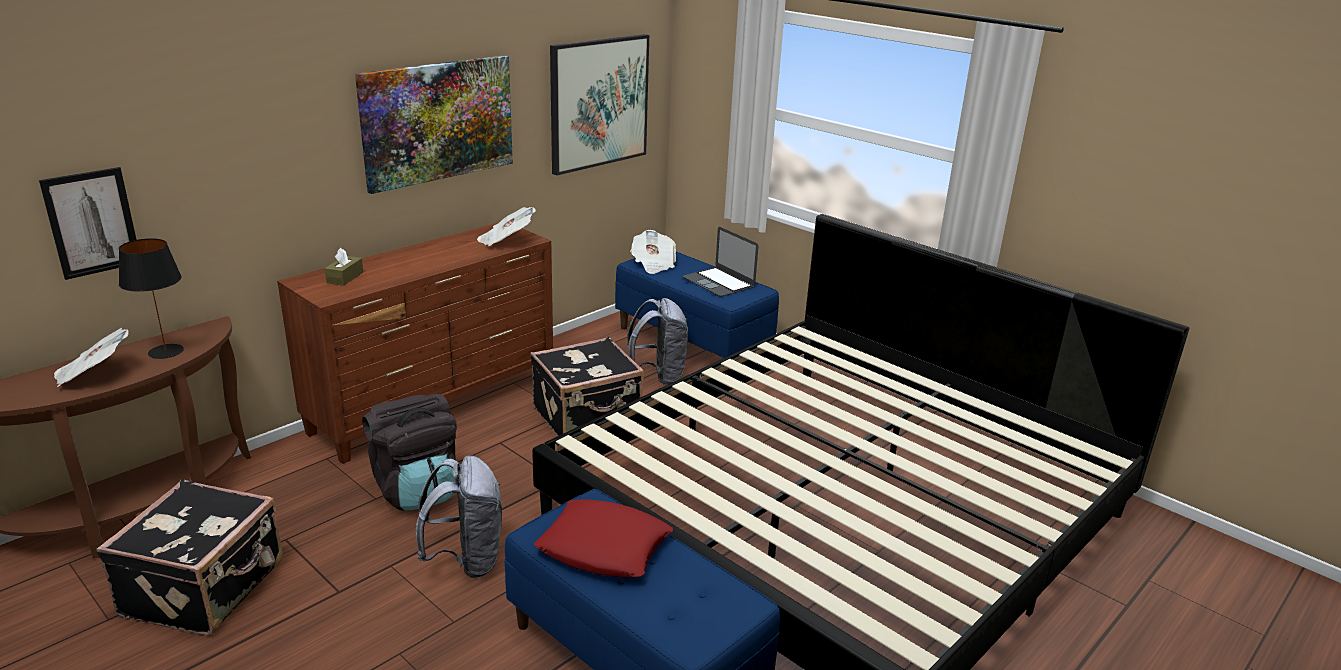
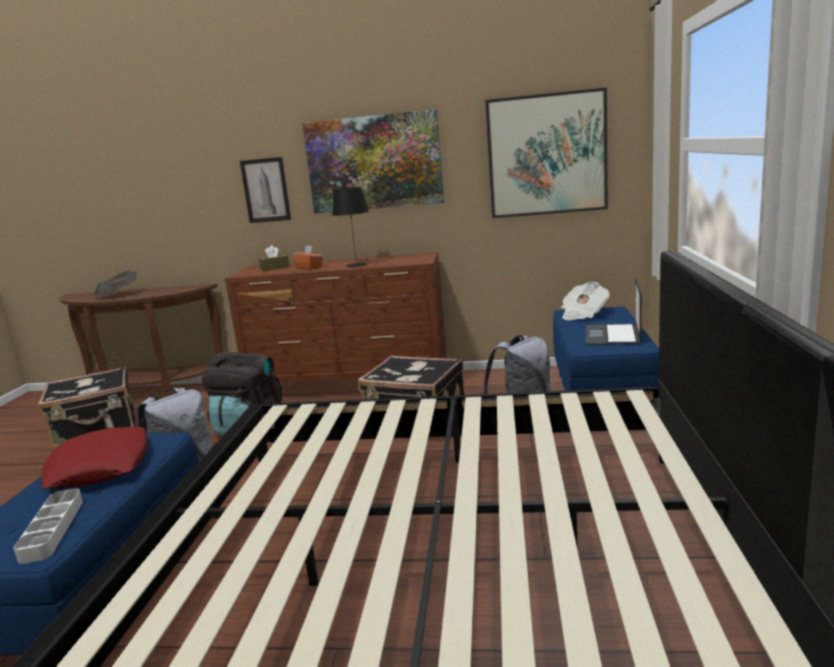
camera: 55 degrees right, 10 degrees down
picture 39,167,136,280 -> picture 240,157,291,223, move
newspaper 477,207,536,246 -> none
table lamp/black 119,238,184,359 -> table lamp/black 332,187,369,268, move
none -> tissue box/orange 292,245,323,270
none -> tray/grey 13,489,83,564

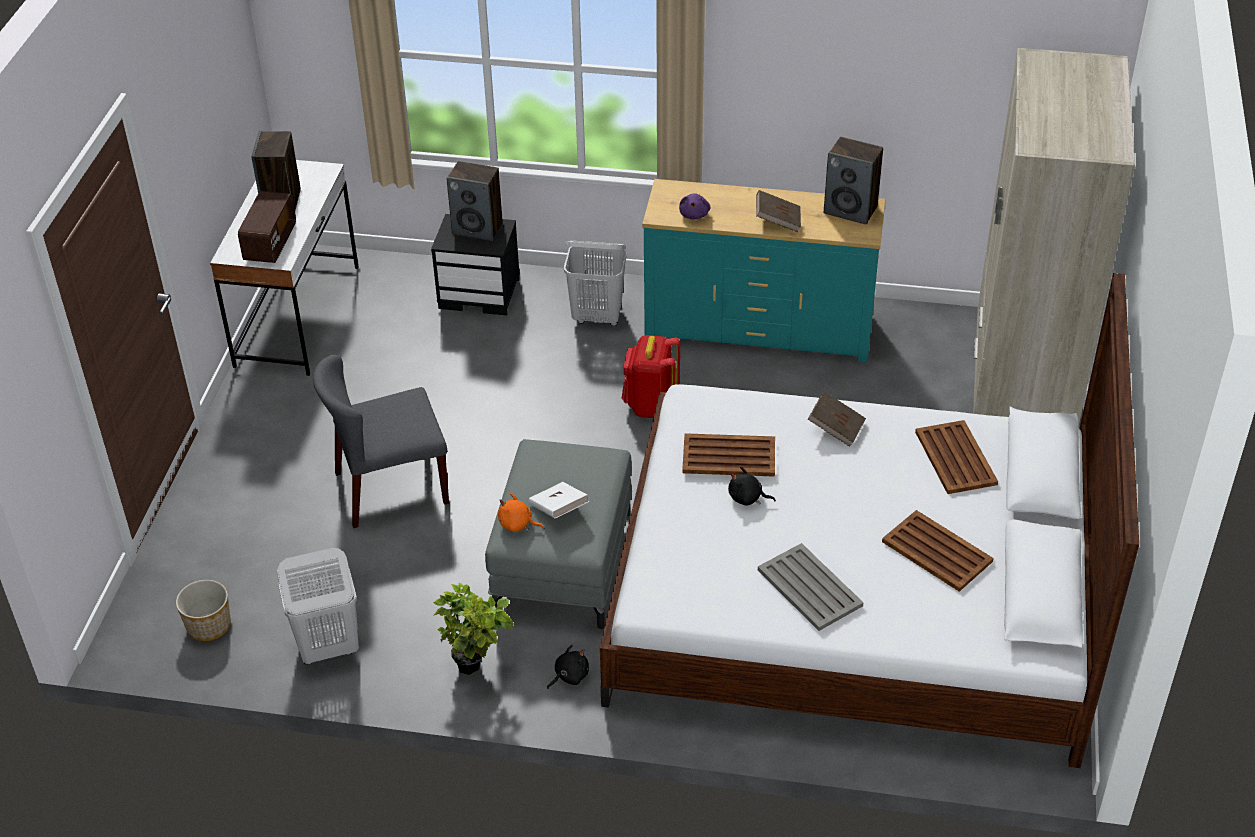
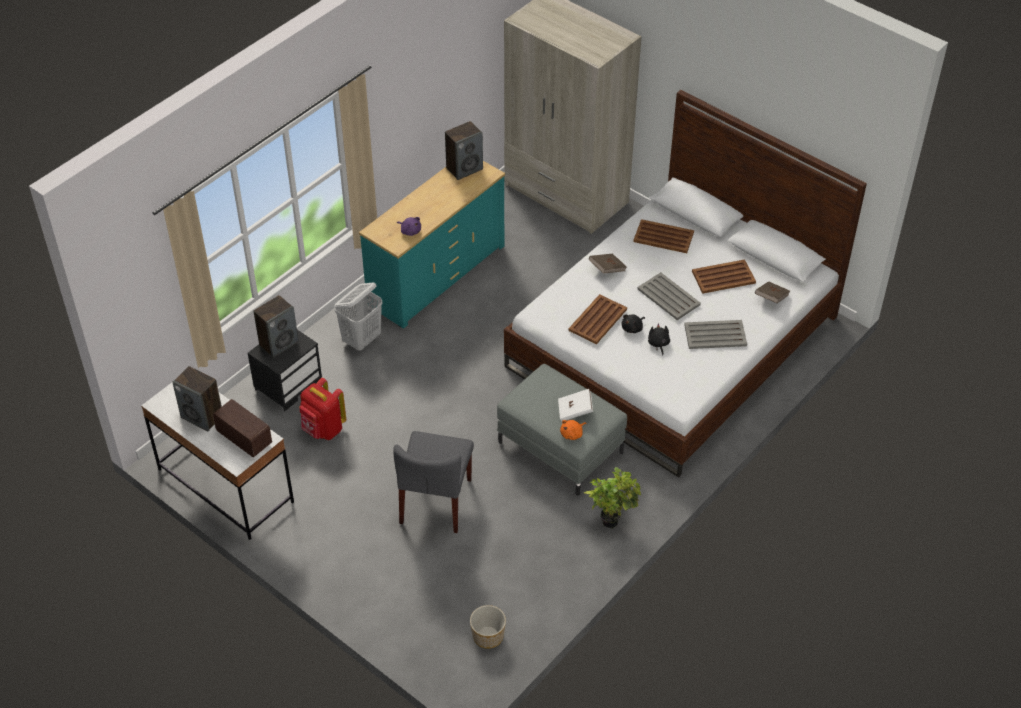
camera: 60 degrees left, 5 degrees up
book/brown 756,190,801,232 -> book/brown 755,281,790,303, move
backpack/red 622,335,680,418 -> backpack/red 299,378,346,440, move
laundry basket/white 277,548,359,665 -> none
plush toy/black 547,645,589,689 -> plush toy/black 648,324,670,356, move
none -> tray/grey 637,272,701,320

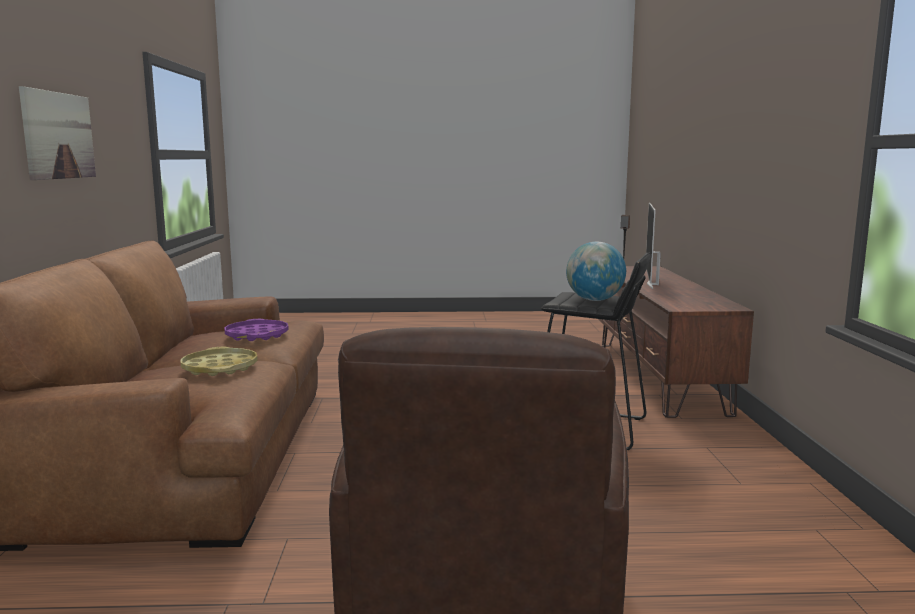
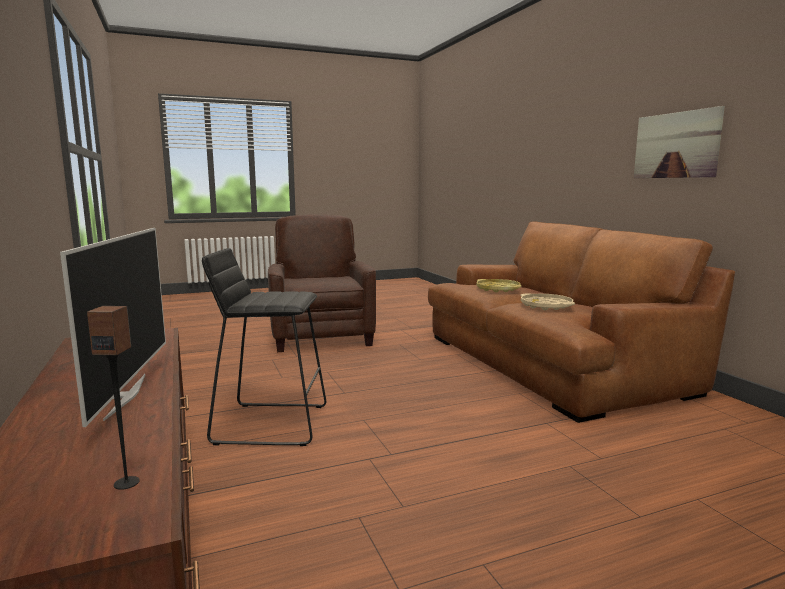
camera: 160 degrees right, 0 degrees up
globe 566,242,626,301 -> none
tray/purple 224,319,289,341 -> tray/beige 521,293,575,310

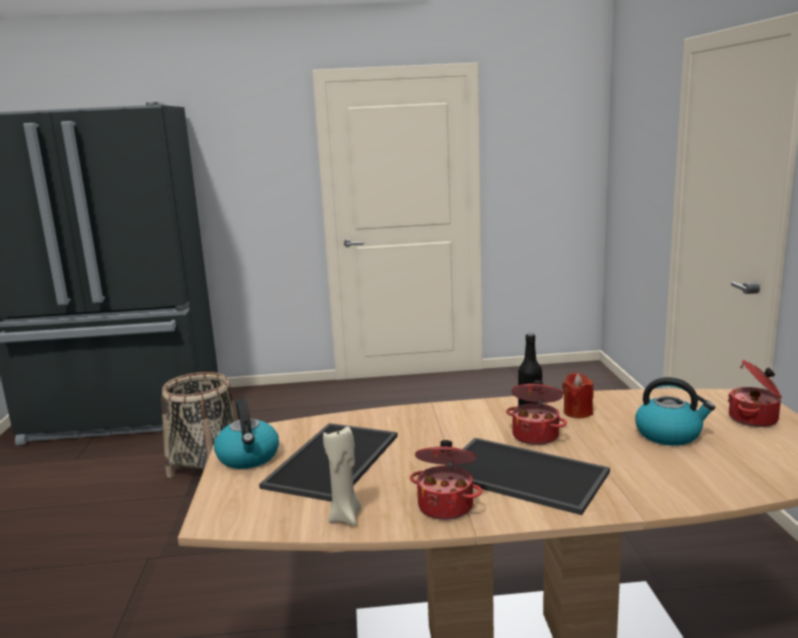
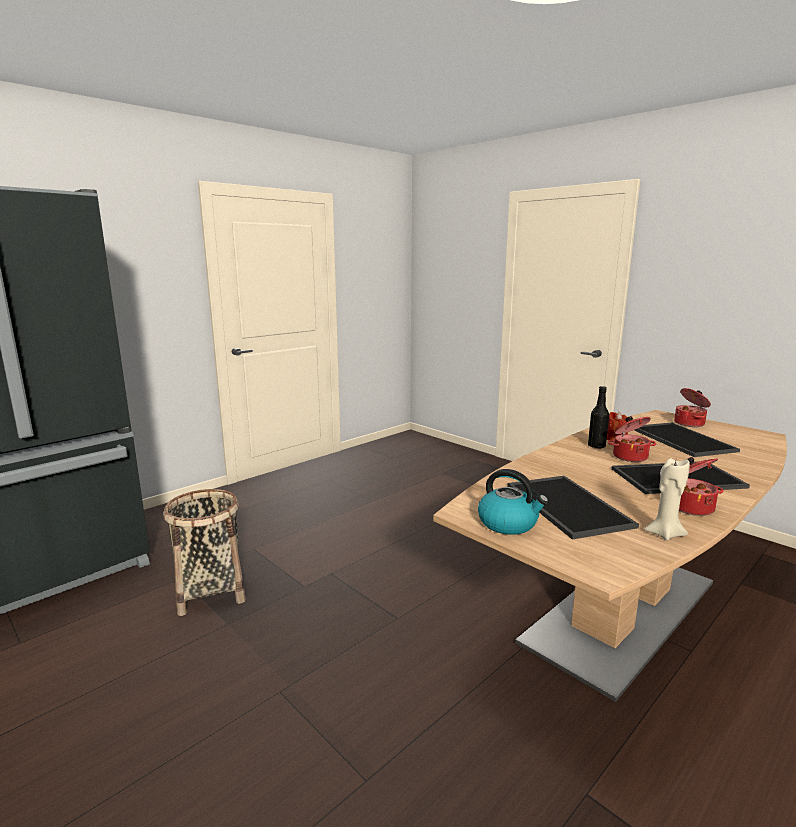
camera: 40 degrees left, 0 degrees up
kettle 635,377,715,446 -> tray 634,422,740,457

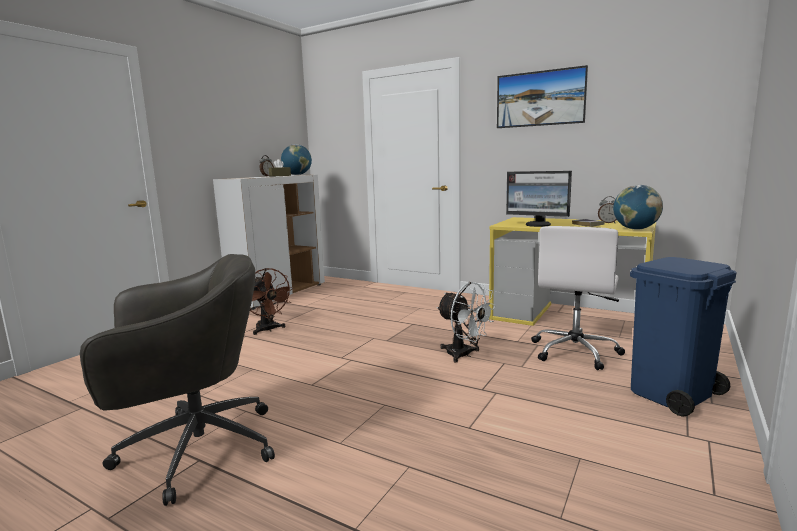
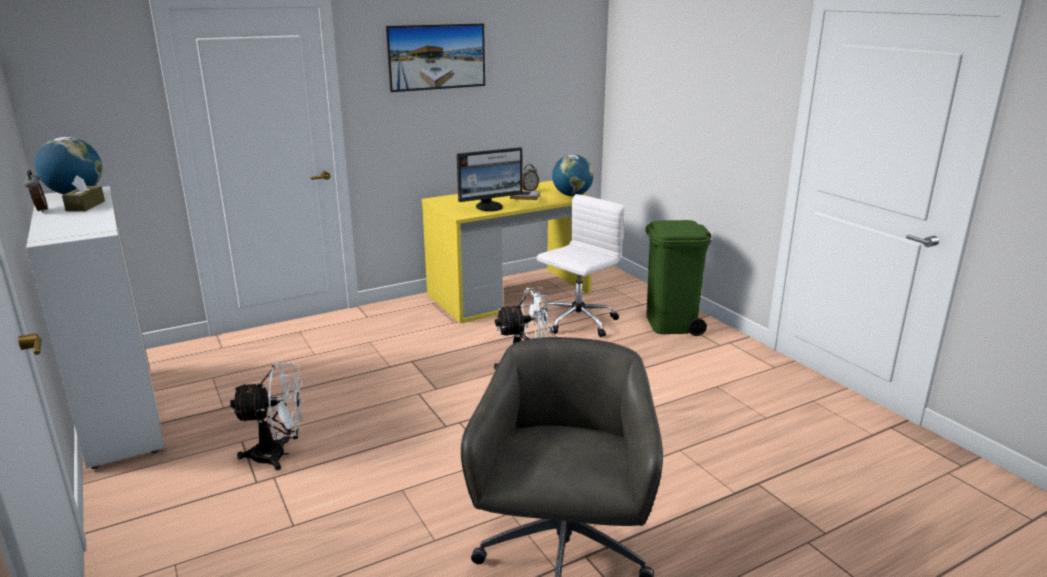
camera: 60 degrees left, 10 degrees up
office chair/white 531,226,625,370 -> office chair/white 537,194,625,337, 105 degrees counterclockwise
trash can/blue 630,257,737,417 -> trash can/green 645,220,712,336
fan/brown 250,268,294,335 -> fan/white 230,362,304,471

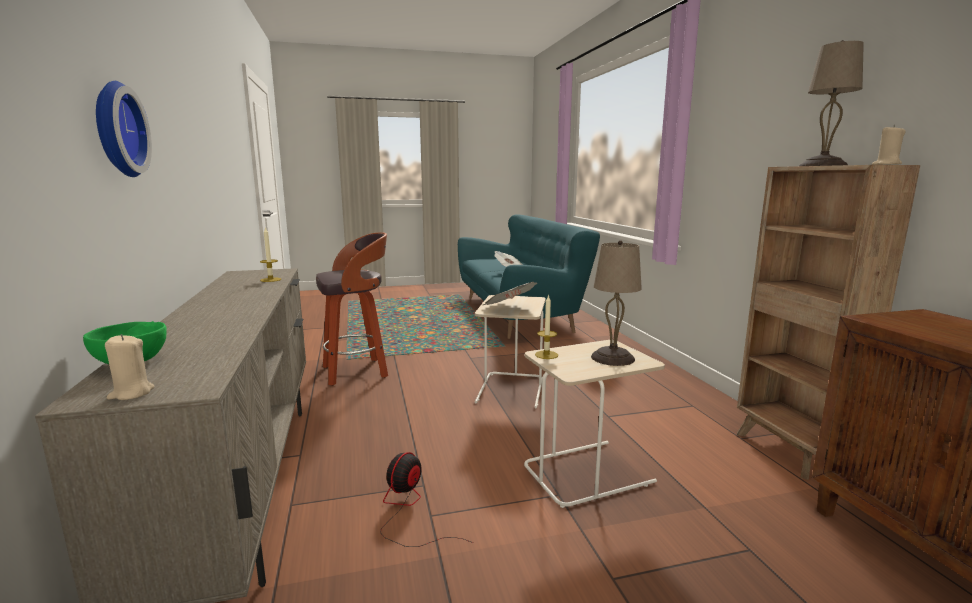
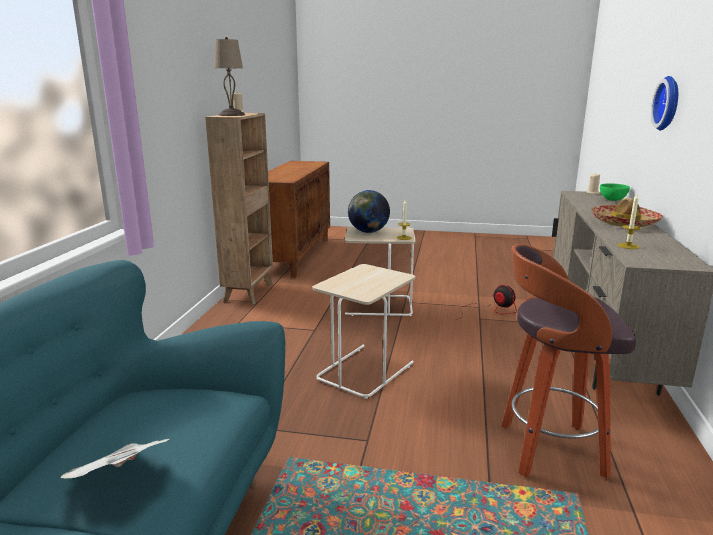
camera: 155 degrees left, 5 degrees up
table lamp/beige 591,240,642,366 -> globe 348,190,390,233
newspaper 483,282,537,305 -> none
fan 381,452,473,547 -> fan 456,285,517,320, 90 degrees counterclockwise
none -> hat 591,198,663,227

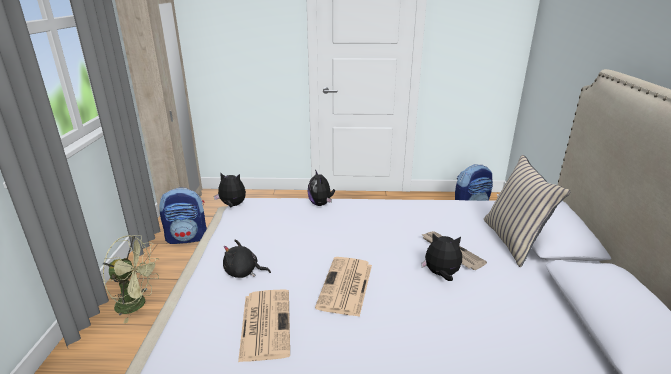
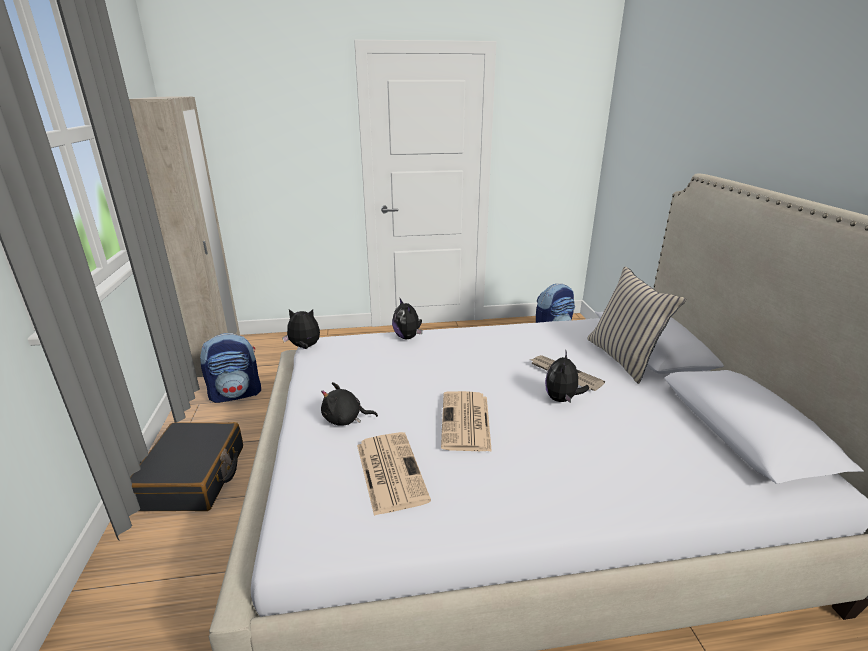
camera: 10 degrees left, 0 degrees up
plush toy 421,233,462,281 -> plush toy 545,352,589,403, 75 degrees counterclockwise
fan/green 103,235,160,324 -> suitcase/black 130,422,243,511

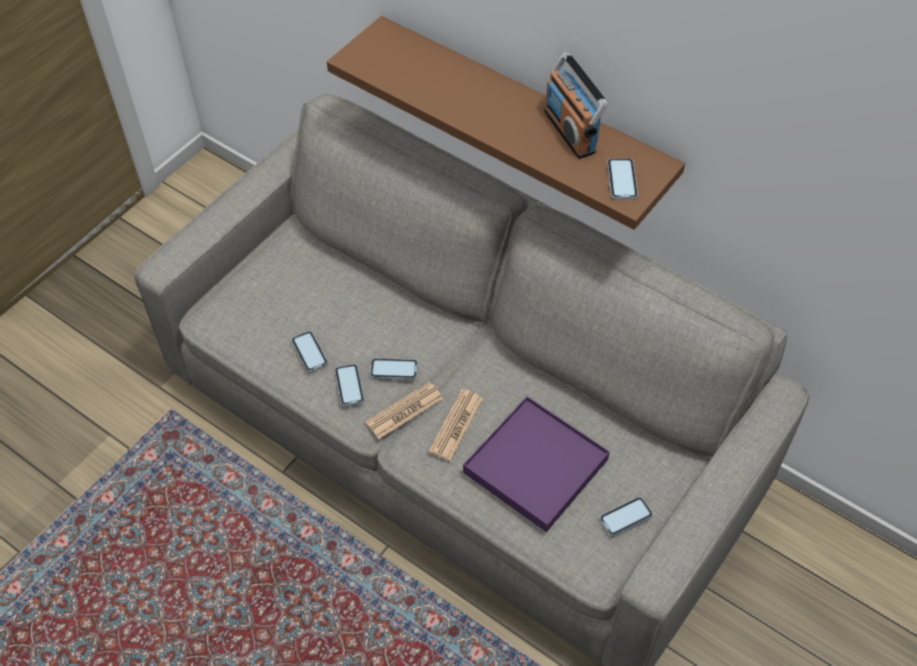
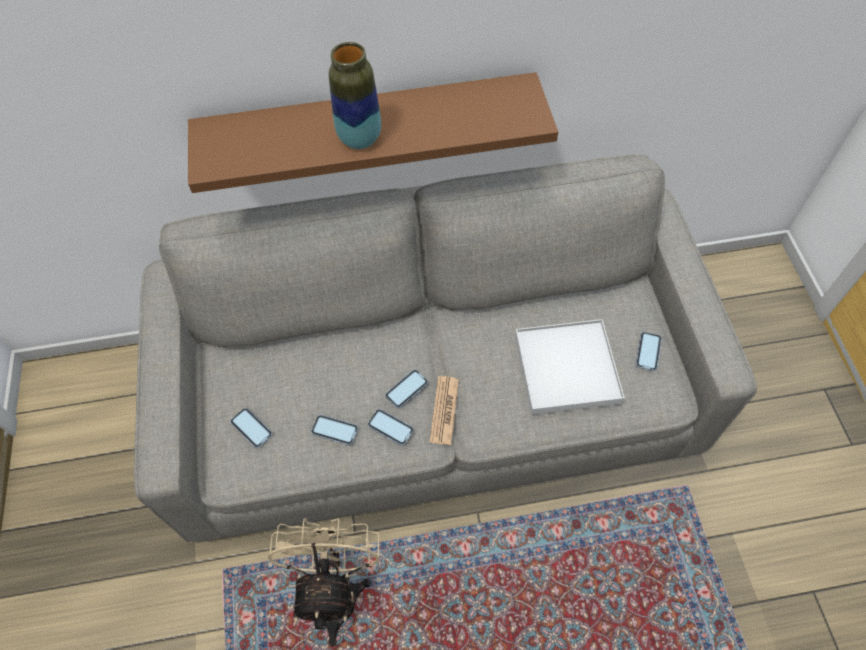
camera: 45 degrees left, 5 degrees up
radio 544,52,608,159 -> none
phone 607,158,638,199 -> phone 230,408,273,448, move
newspaper 429,389,483,461 -> none
tray/purple 463,396,610,532 -> tray/white 515,319,625,415
none -> vase 329,42,381,149
none -> fan/beige 268,518,379,647

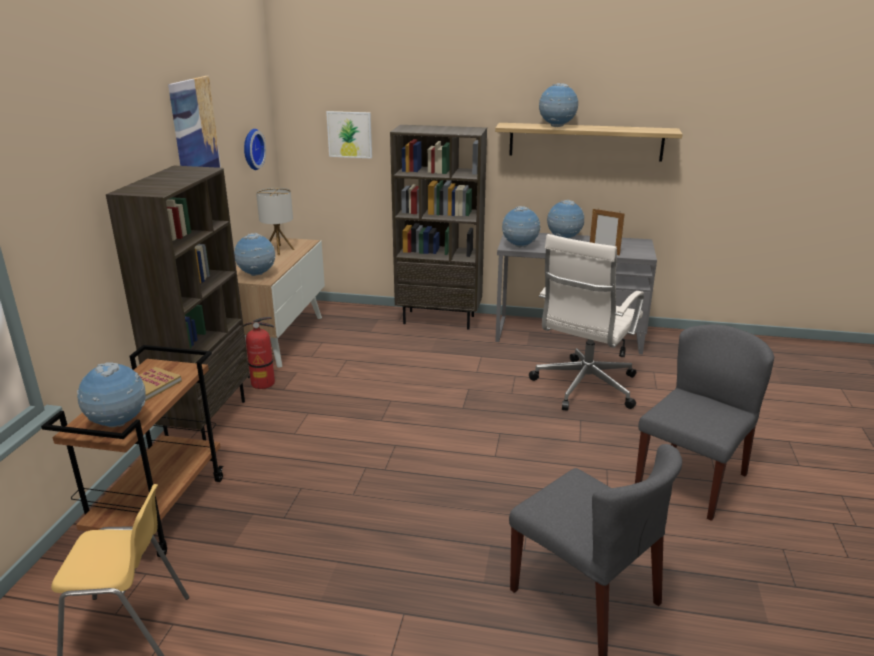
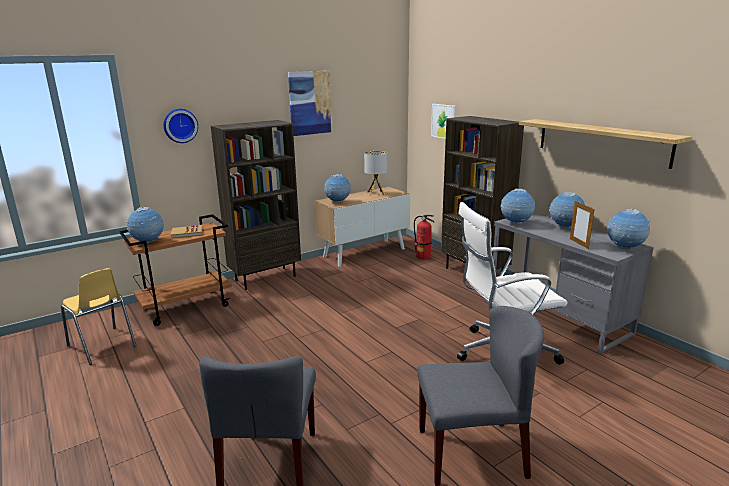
camera: 45 degrees right, 5 degrees down
globe 539,83,578,127 -> globe 607,209,650,249, move
wall clock 244,129,266,170 -> wall clock 164,109,198,143, move
fire extinguisher 243,317,275,389 -> fire extinguisher 414,215,434,259, move

